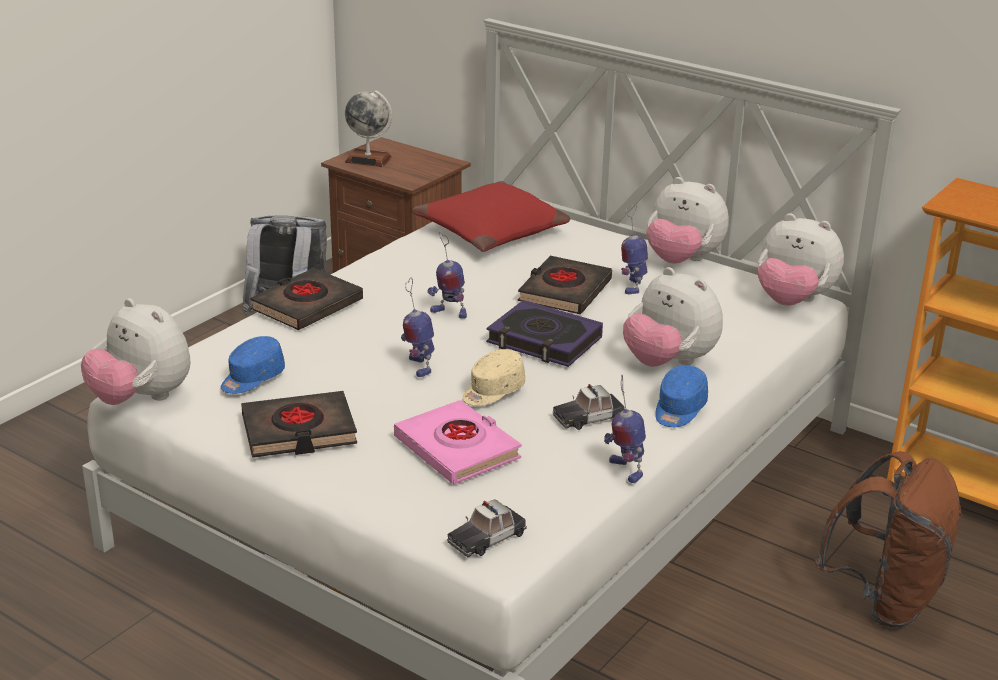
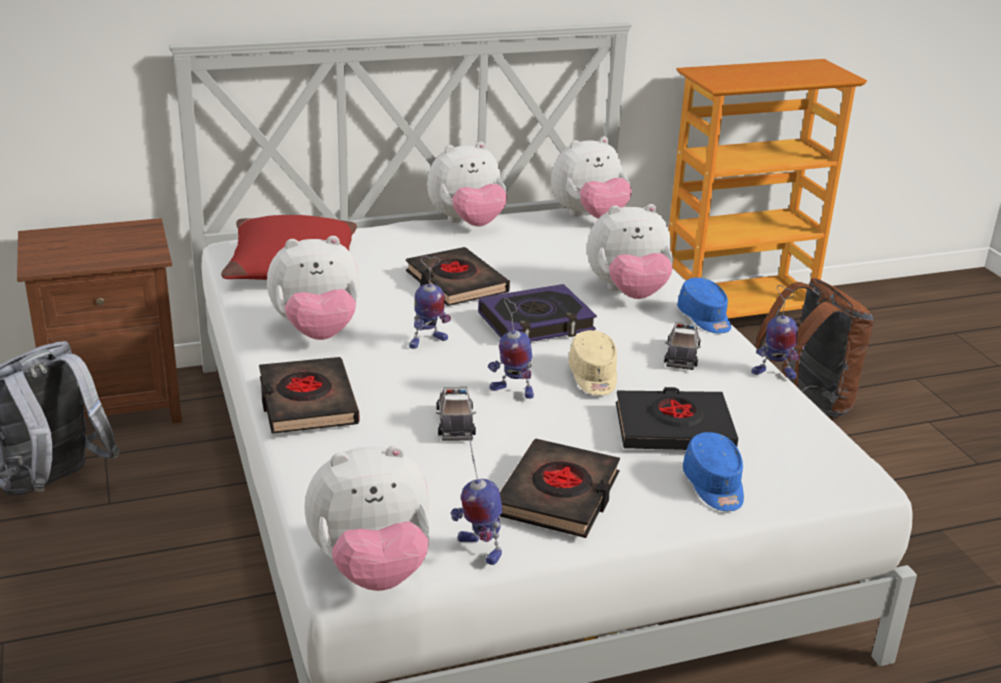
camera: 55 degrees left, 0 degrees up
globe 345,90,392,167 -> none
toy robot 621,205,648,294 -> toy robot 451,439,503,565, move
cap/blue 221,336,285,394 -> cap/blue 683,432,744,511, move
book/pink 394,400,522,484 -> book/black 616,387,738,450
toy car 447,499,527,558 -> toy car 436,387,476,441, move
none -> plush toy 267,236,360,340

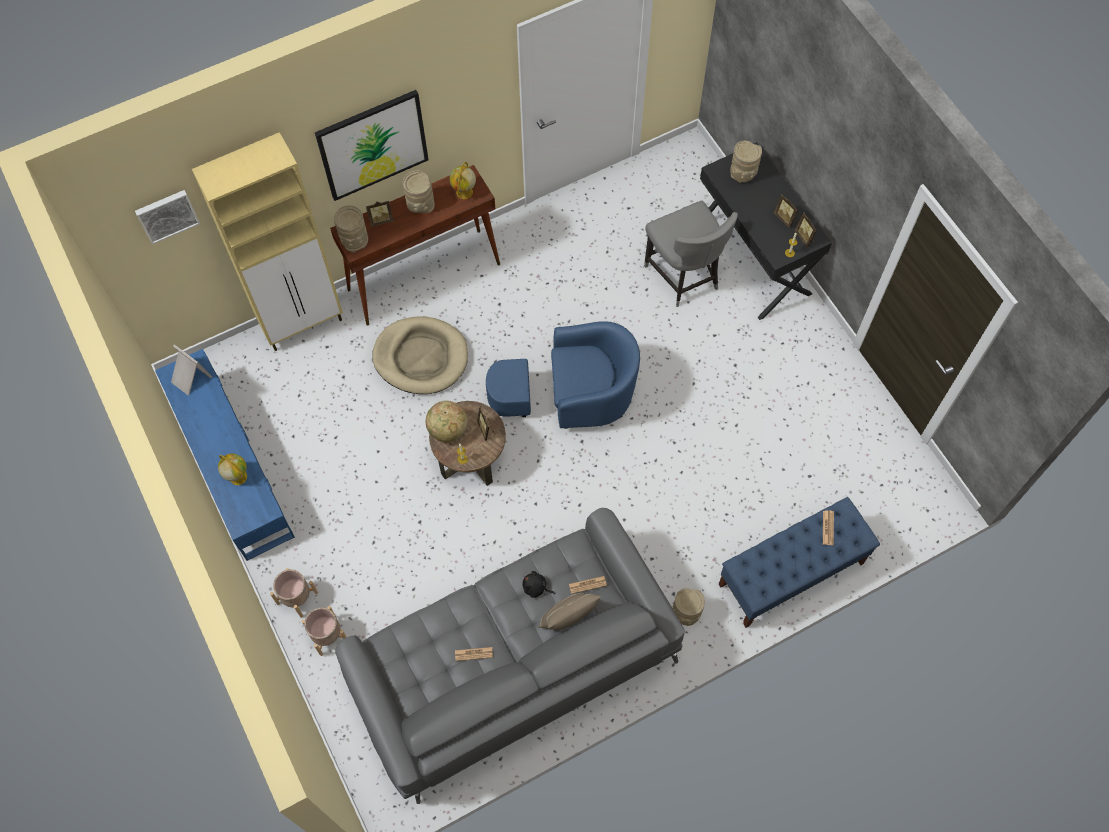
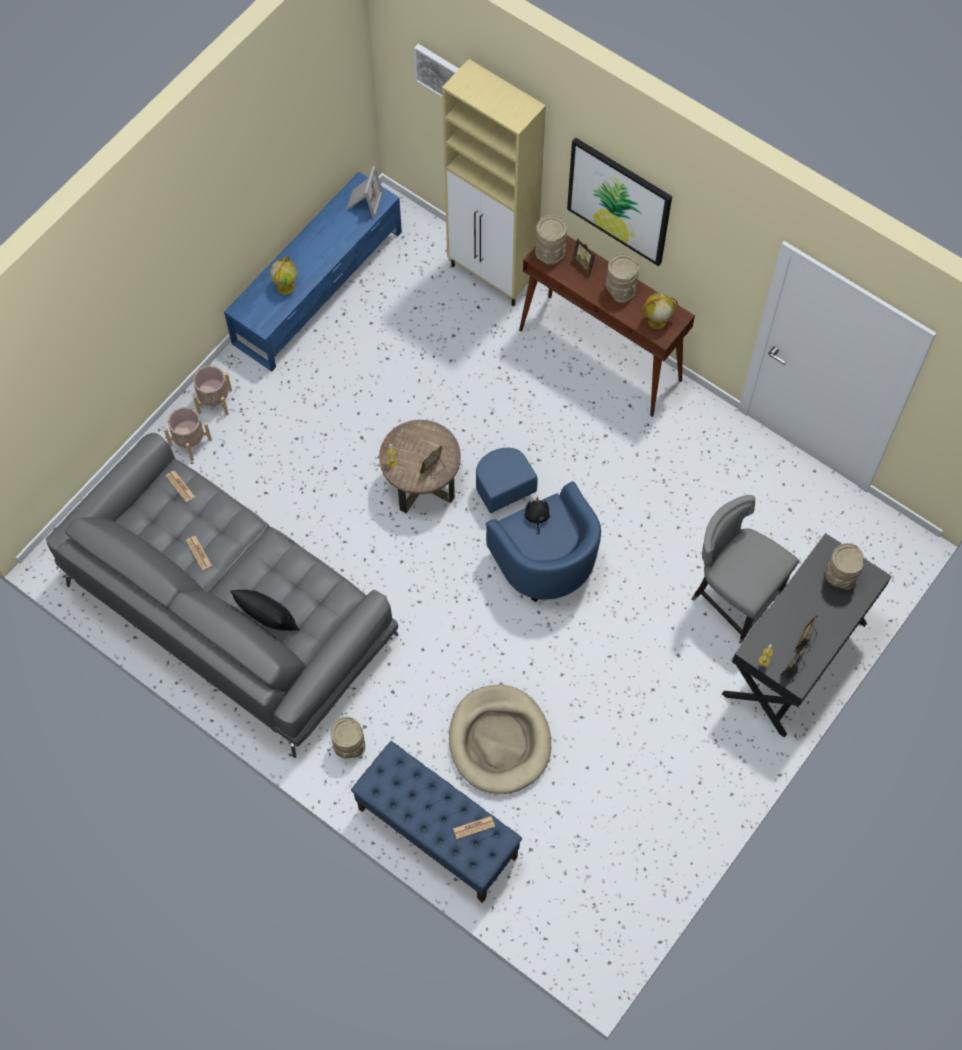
camera: 65 degrees right, 0 degrees up
chair/grey 644,201,738,307 -> chair/grey 691,495,799,644, 90 degrees clockwise
dog bed/beige 372,316,468,394 -> dog bed/beige 449,685,551,794, move
globe 426,401,467,442 -> none
plush toy/black 523,571,555,598 -> plush toy/black 524,497,550,535, move
newspaper 569,576,607,594 -> newspaper 166,471,195,502, move
pillow/beige 538,593,601,630 -> pillow/black 230,590,300,631

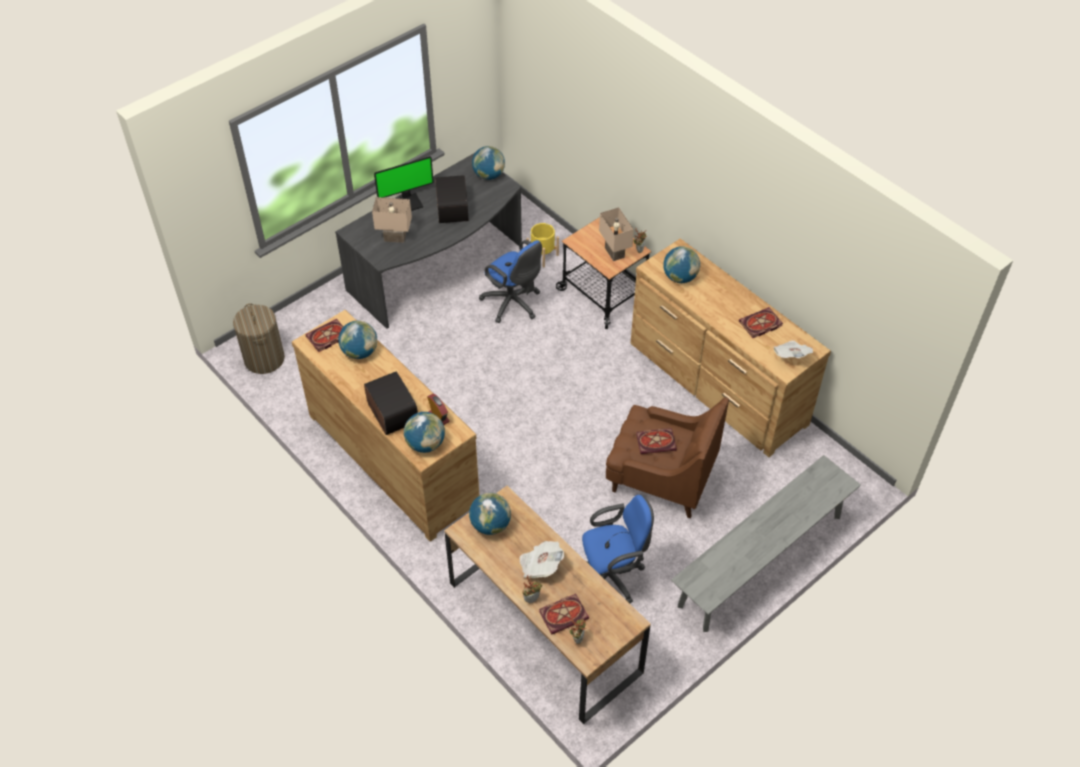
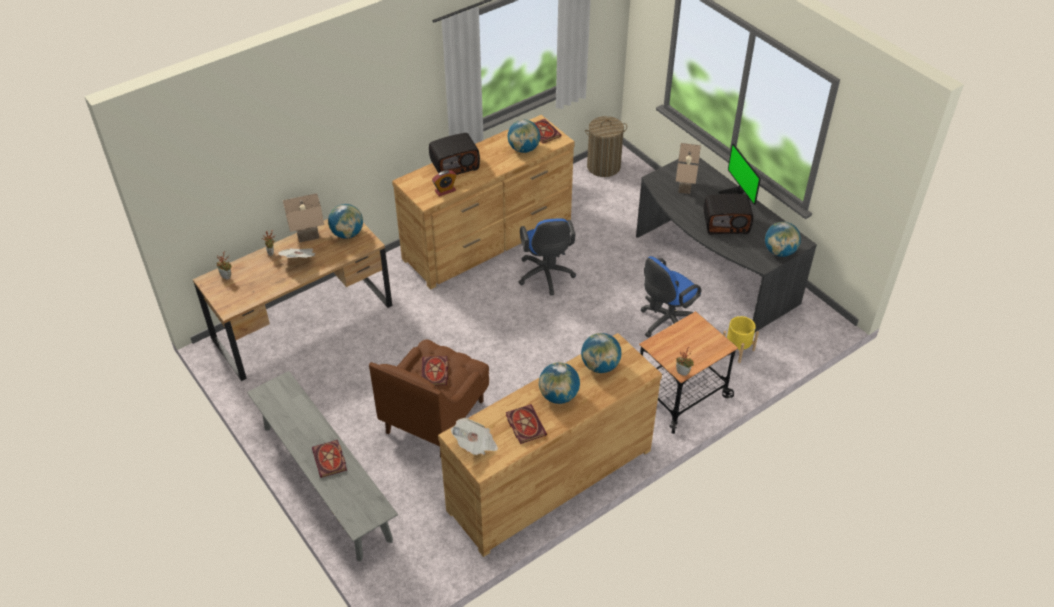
camera: 95 degrees right, 5 degrees down
table lamp/beige 599,207,634,261 -> table lamp/beige 283,193,324,243, move
globe 404,412,445,453 -> globe 539,362,580,404, move
office chair/blue 582,495,654,603 -> office chair/blue 519,219,576,295, move
book 539,594,589,635 -> book 312,440,347,478, move

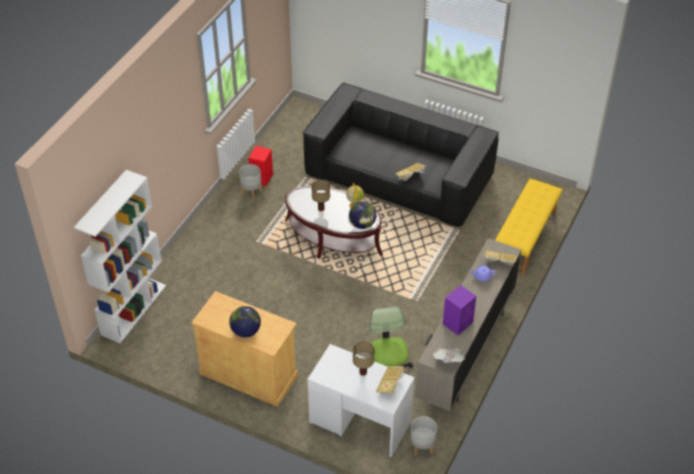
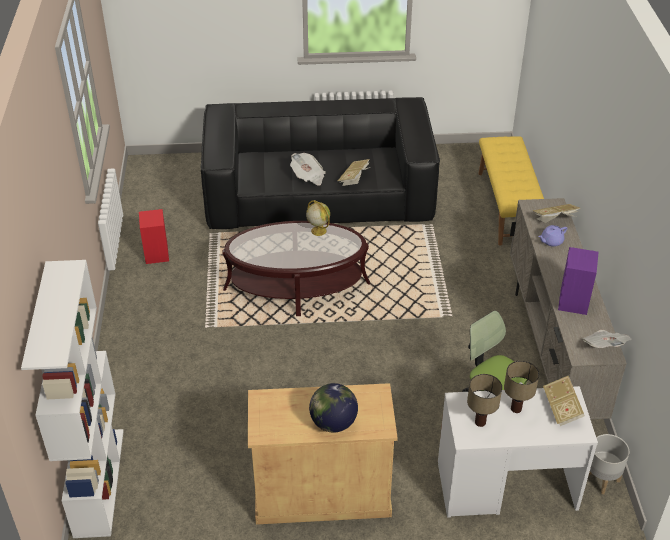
camera: 30 degrees left, 5 degrees down
planter/grey 239,164,262,200 -> none
table lamp 311,180,330,211 -> table lamp 467,374,502,427, move
globe 349,201,376,229 -> none
none -> newspaper 290,153,326,186

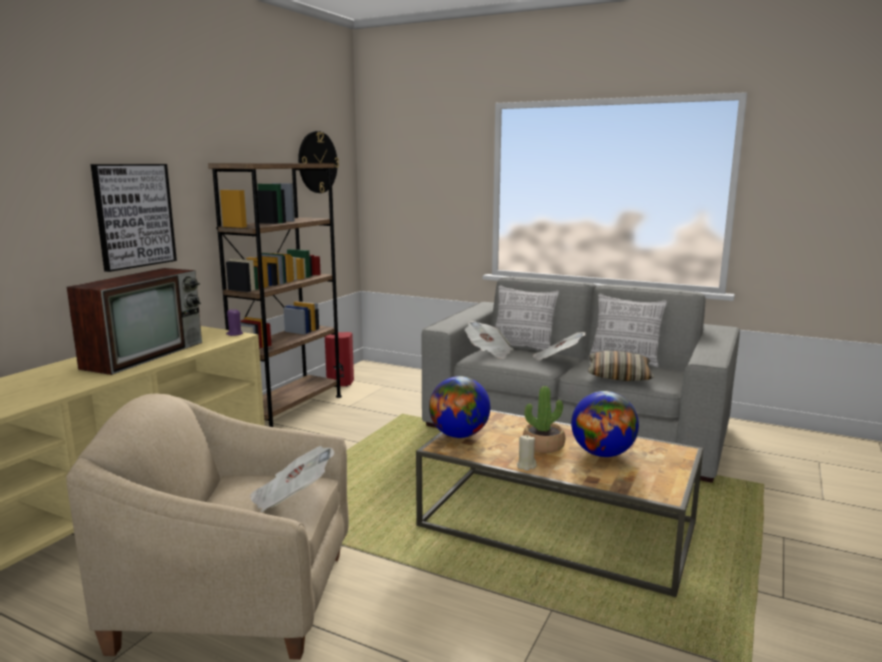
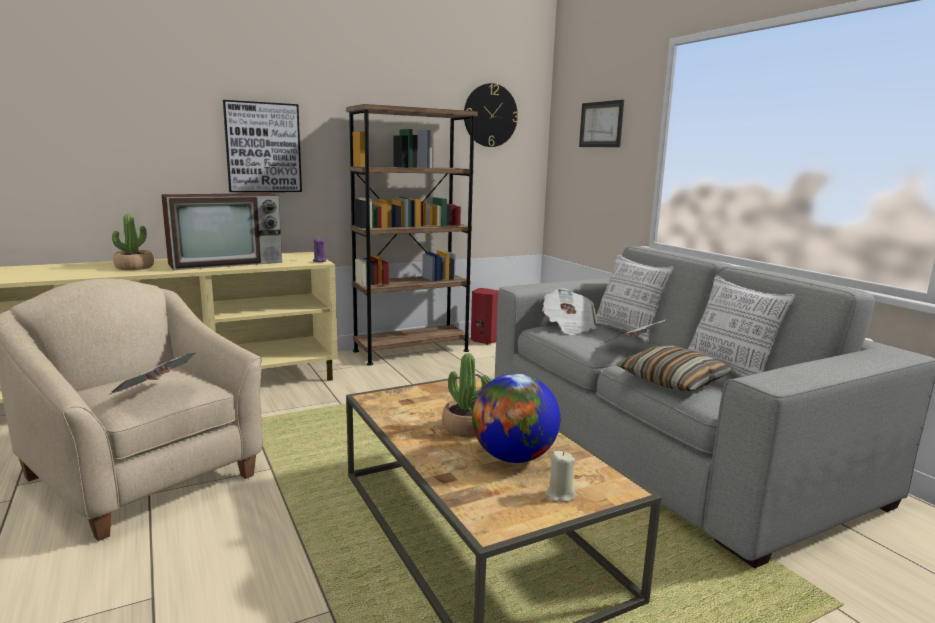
camera: 35 degrees right, 0 degrees up
globe 429,376,490,438 -> none
candle/beige 517,435,537,471 -> candle/beige 545,451,576,502, move
none -> picture 579,100,624,147
none -> potted plant 112,214,154,270

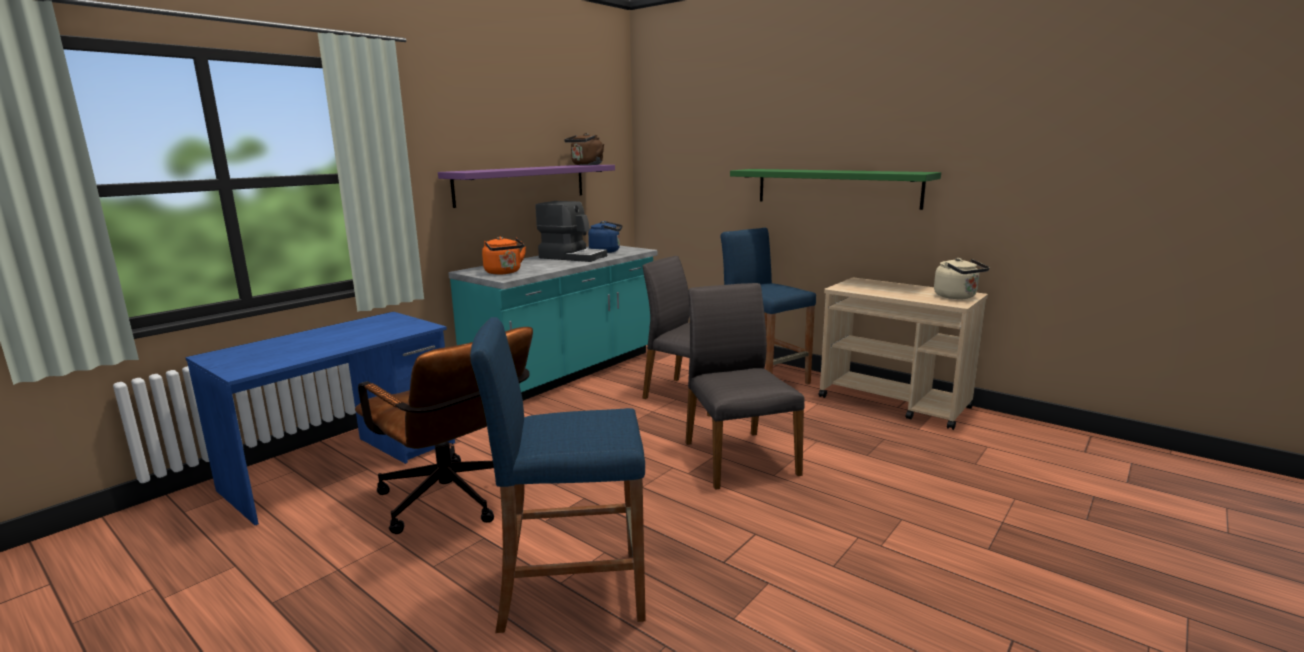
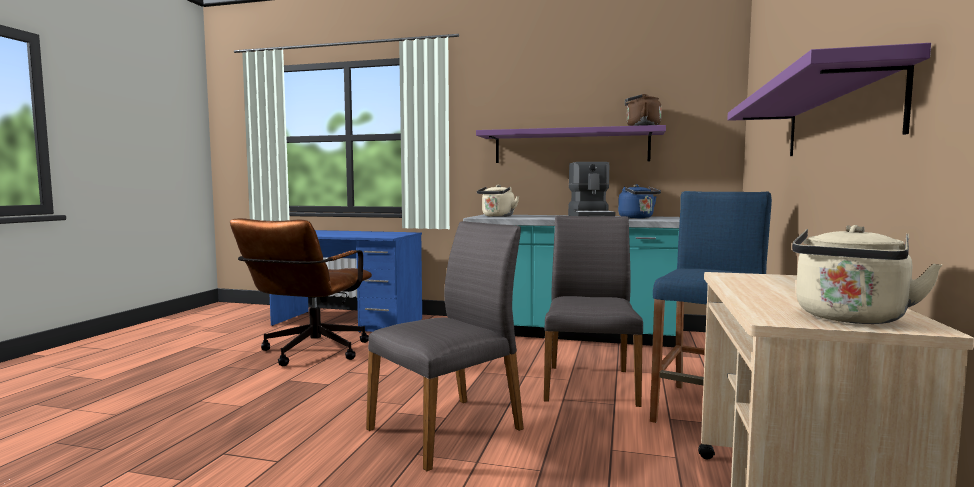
camera: 65 degrees right, 10 degrees down
shelf/green 730,169,941,210 -> shelf/purple 727,43,931,156
kettle/orange 482,237,526,275 -> kettle/beige 477,185,519,217
stool/blue 470,317,646,633 -> none

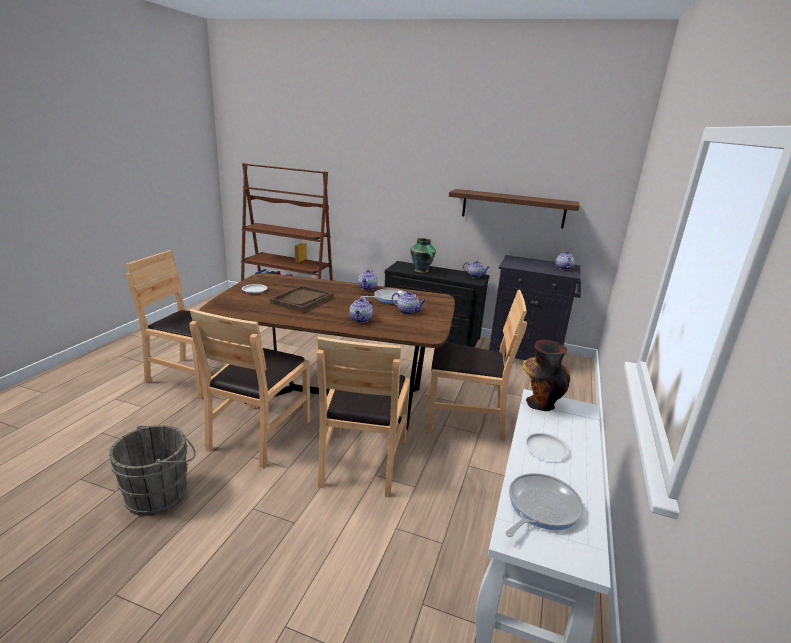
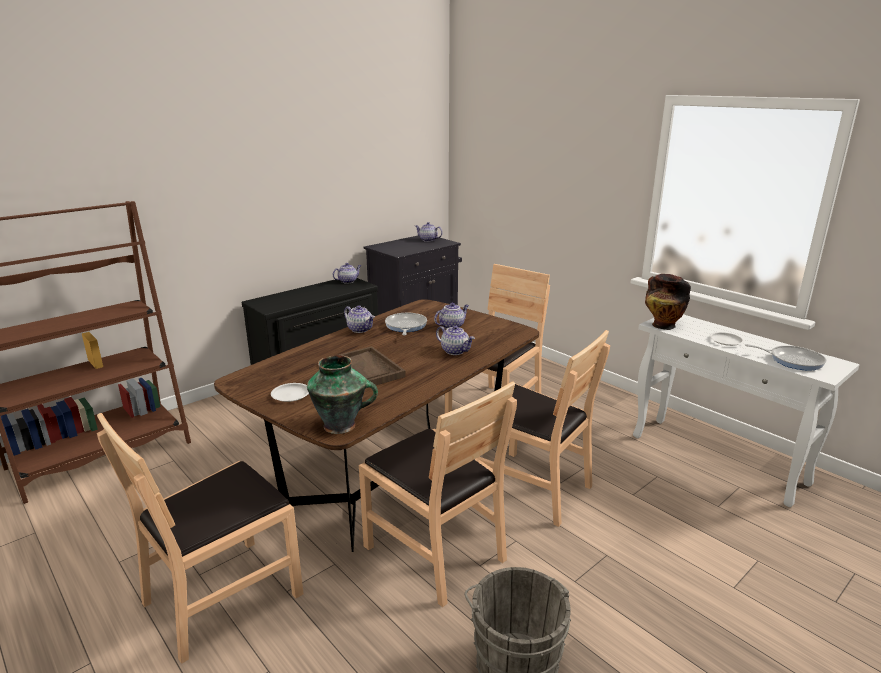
camera: 60 degrees left, 0 degrees up
shelf/brown 449,189,580,228 -> none
vase 410,238,436,273 -> vase 307,355,378,434, move
frying pan 505,473,584,537 -> frying pan 745,344,826,371, 135 degrees clockwise

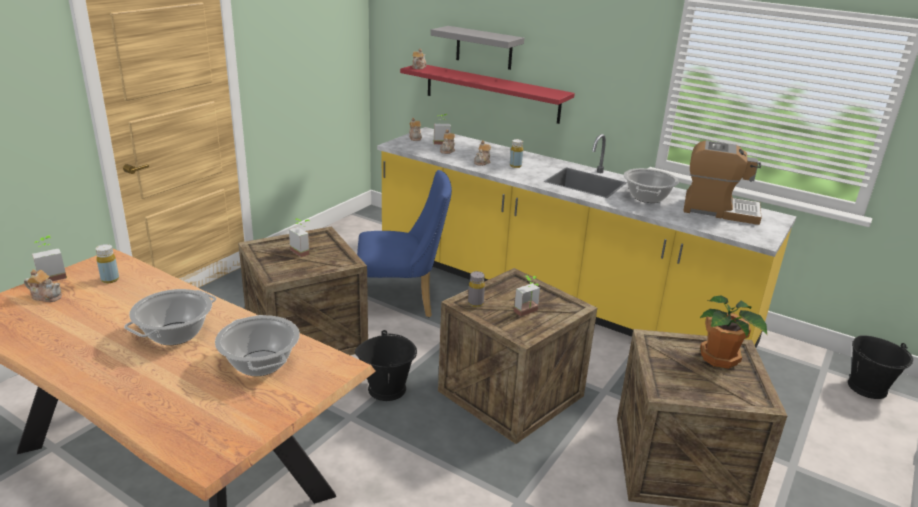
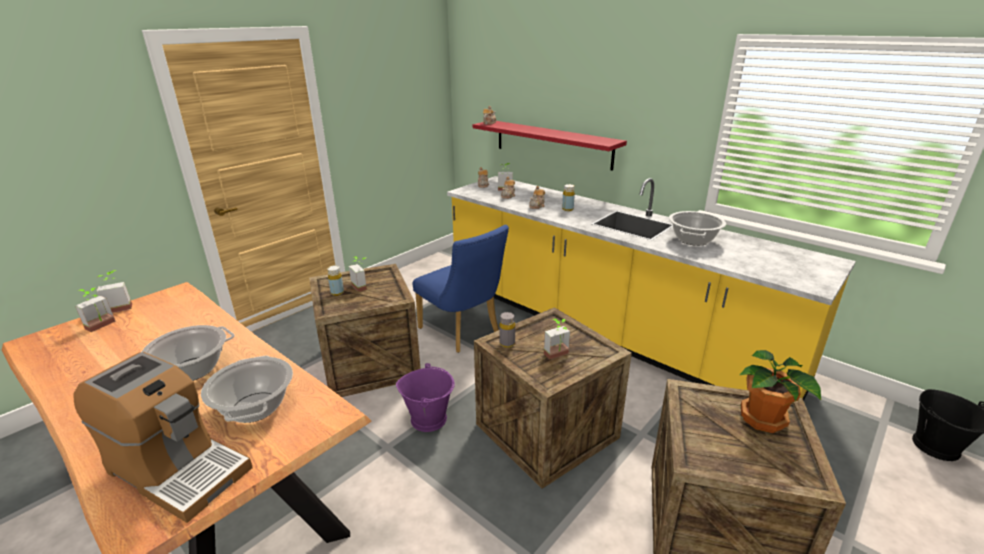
camera: 10 degrees right, 0 degrees up
shelf/grey 430,26,524,70 -> none
coffee machine 683,141,762,225 -> coffee machine 74,352,253,523, move
chair/blue 357,170,452,317 -> chair/blue 413,225,509,353, 45 degrees clockwise
bottle/yellow 96,244,119,283 -> bottle/yellow 327,265,344,296, move
teapot 24,269,62,302 -> potted plant 75,288,116,332
bucket/black 355,330,417,401 -> bucket/purple 396,363,455,432

